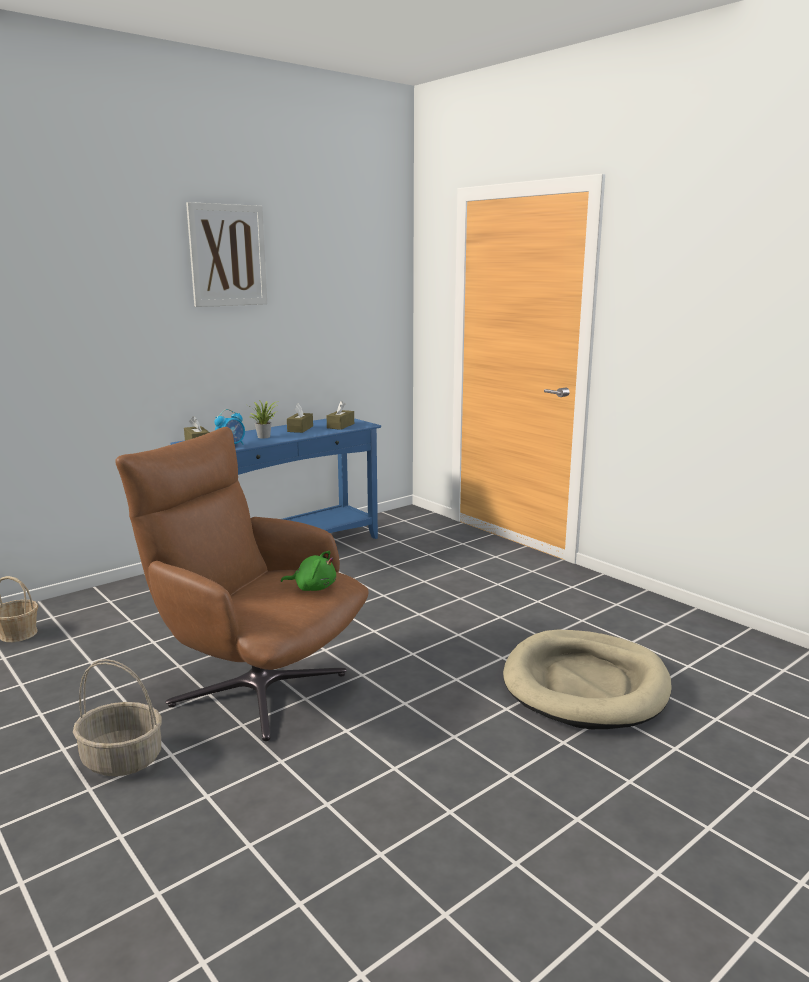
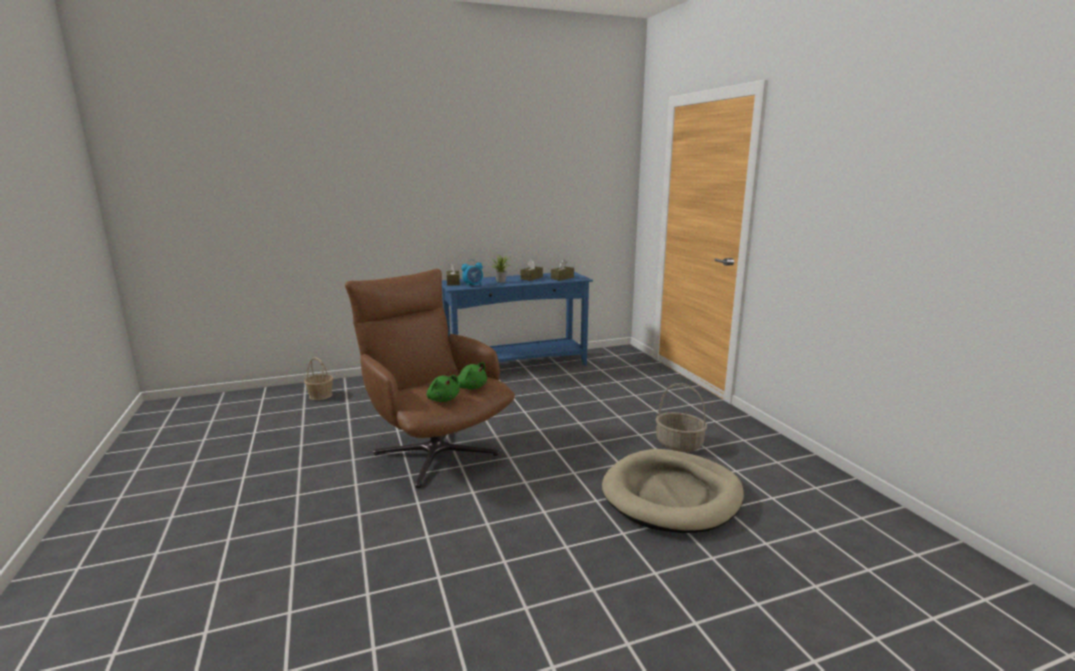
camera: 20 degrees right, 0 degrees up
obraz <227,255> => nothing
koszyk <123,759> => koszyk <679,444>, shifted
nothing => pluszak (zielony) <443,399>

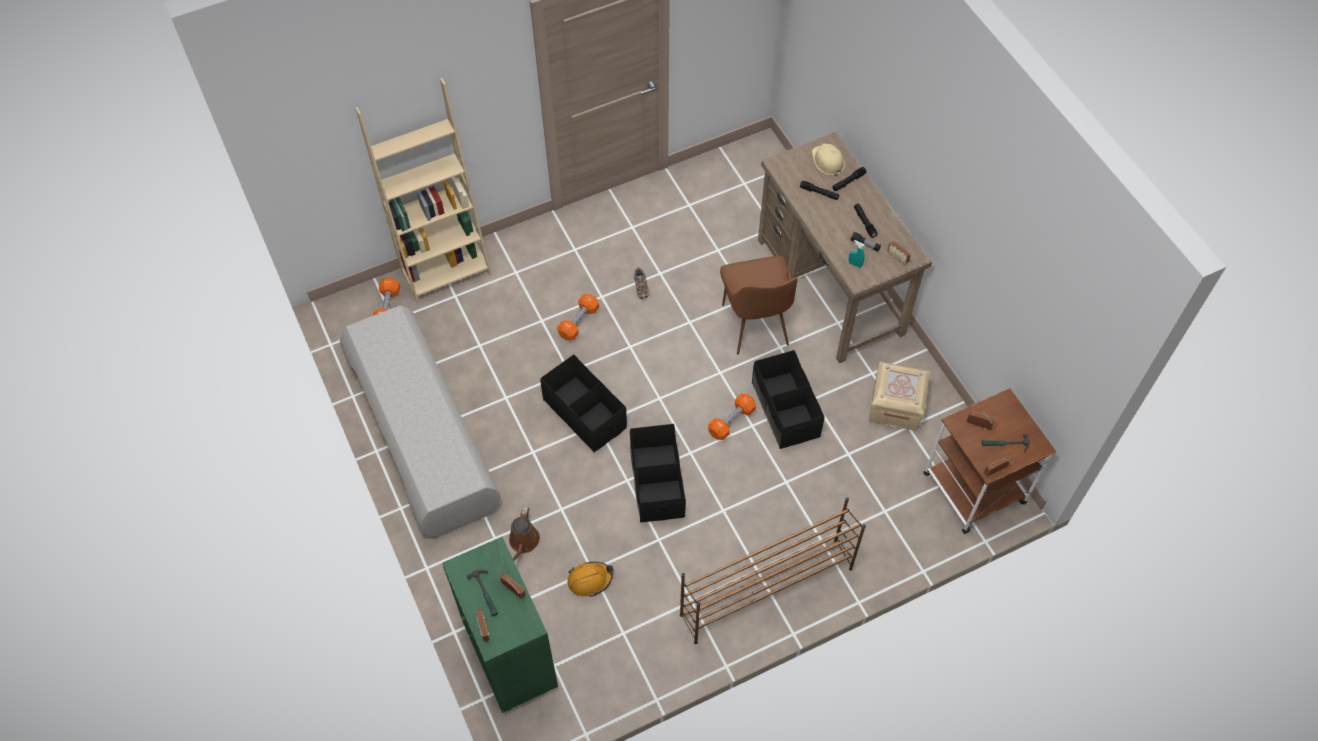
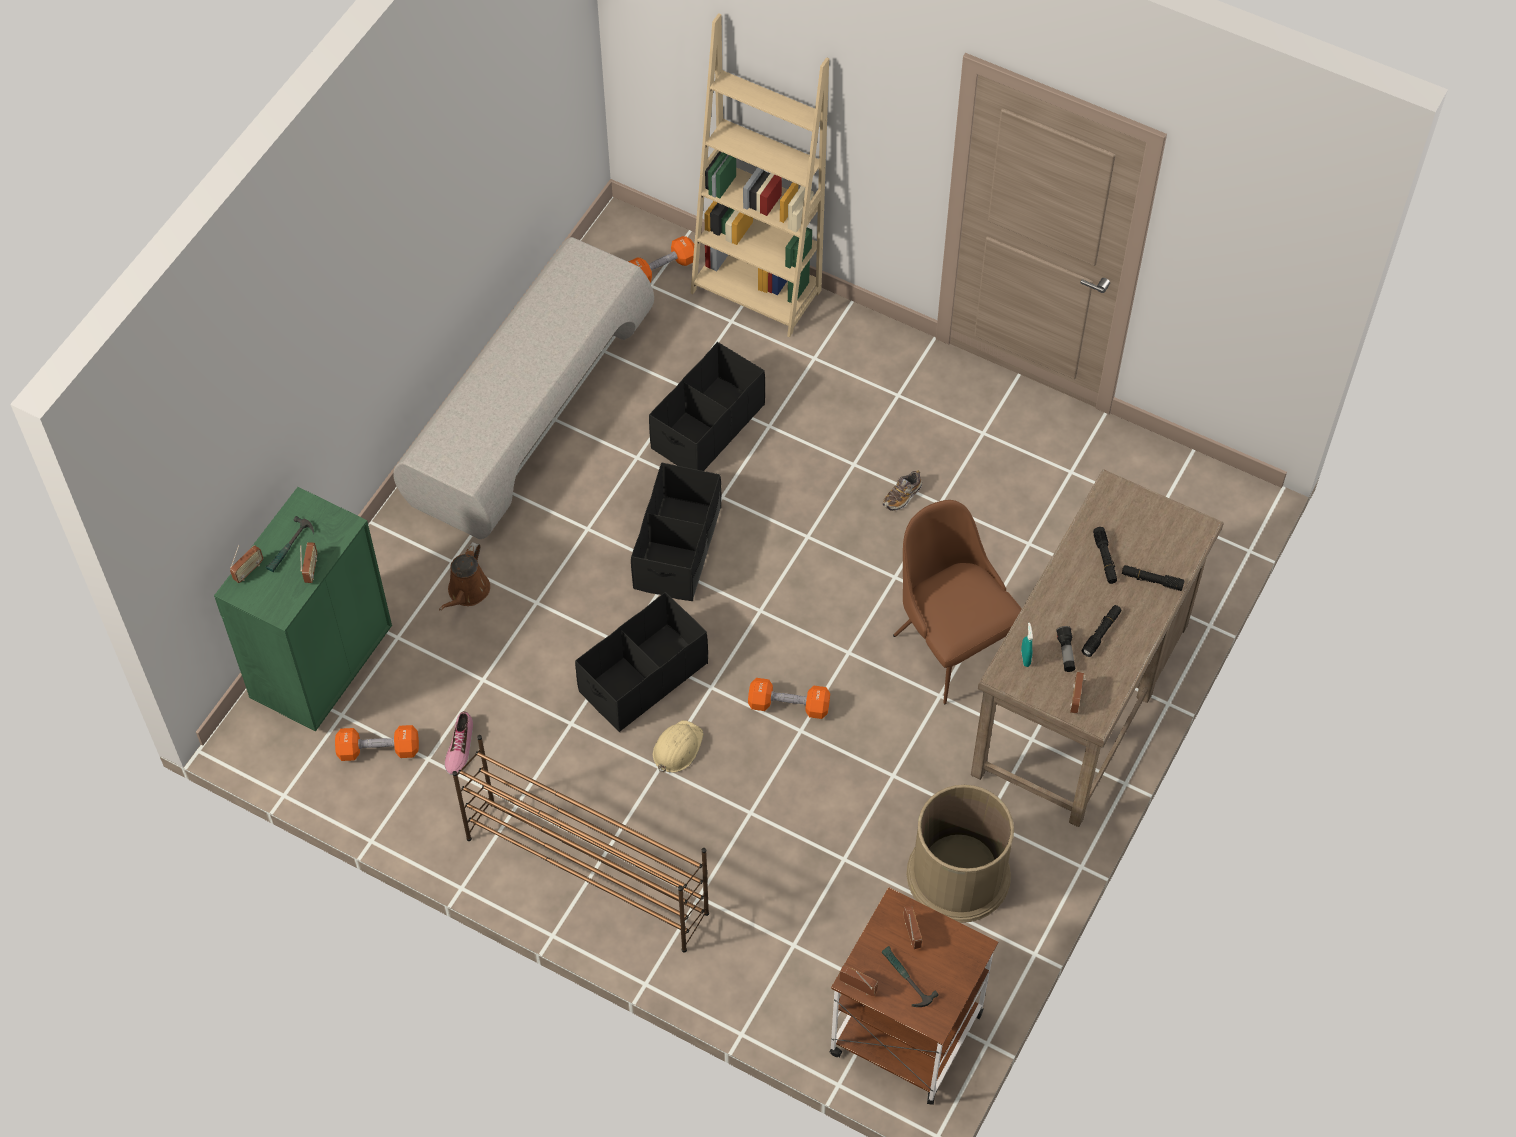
camera: 55 degrees right, 0 degrees up
kask (beżowy) <827,161> => kask (beżowy) <677,748>, shifted
krzesło (brązowy) <756,325> => krzesło (brązowy) <950,650>, 105 degrees clockwise
hantel (pomarańczowy) <578,322> => hantel (pomarańczowy) <378,750>, shifted
pojemnik do przechowywania (czarny) <785,410> => pojemnik do przechowywania (czarny) <707,426>, shifted
pojemnik do przechowywania (beżowy) <895,406> => kosz na śmieci (brązowy) <958,874>
konewka (brązowy) <523,542> => konewka (brązowy) <467,592>, 45 degrees counterclockwise
kask (pomarańczowy) <590,580> => nothing
nothing => but <459,747>

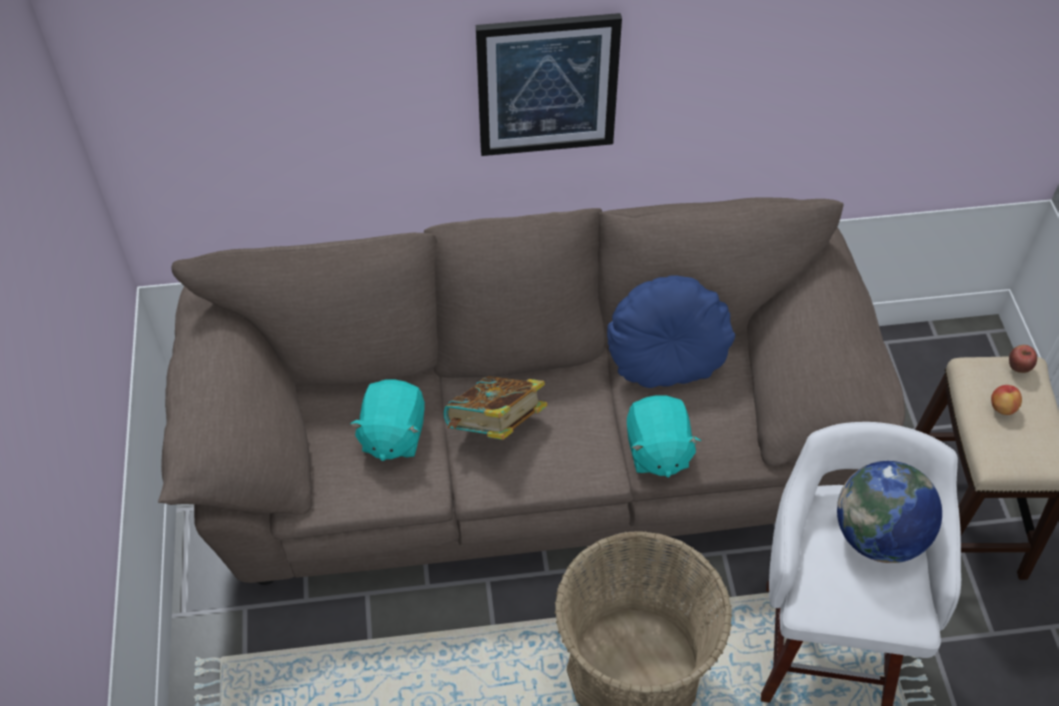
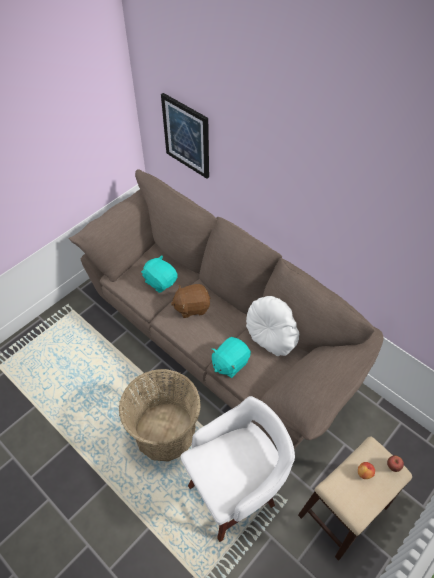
camera: 50 degrees right, 0 degrees up
obraz <547,85> => obraz <186,136>, shifted
poduszka (niebieski) <666,367> => poduszka (biały) <270,340>
książka <495,427> => pluszak (brązowy) <192,307>
pluszak (turkusowy) <392,435> => pluszak (turkusowy) <160,281>, 75 degrees clockwise
globus <878,536> => nothing

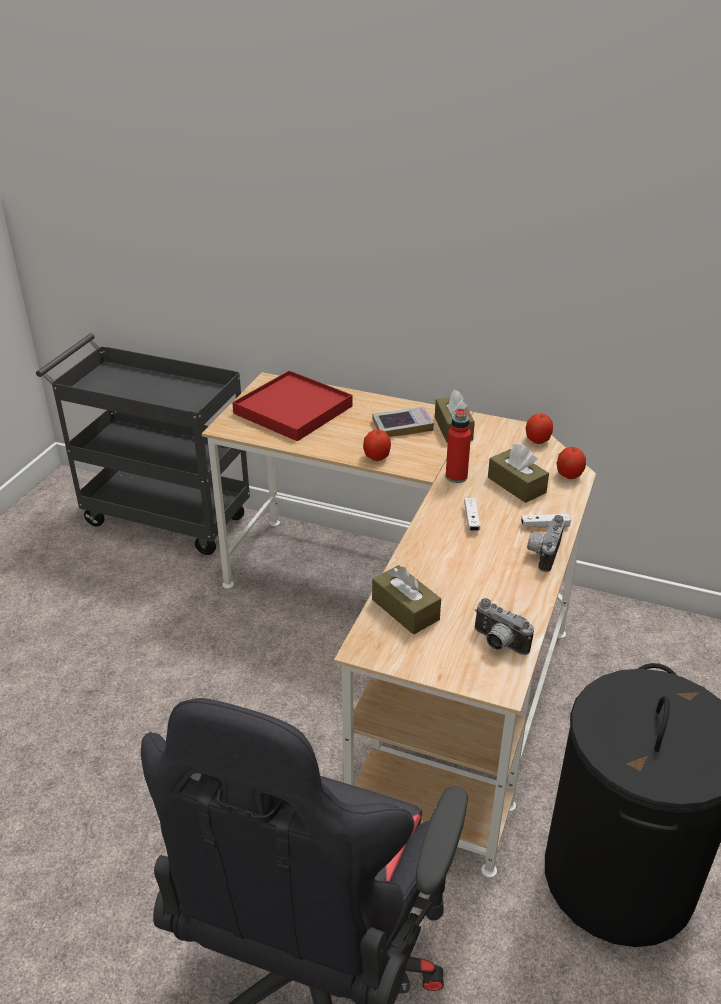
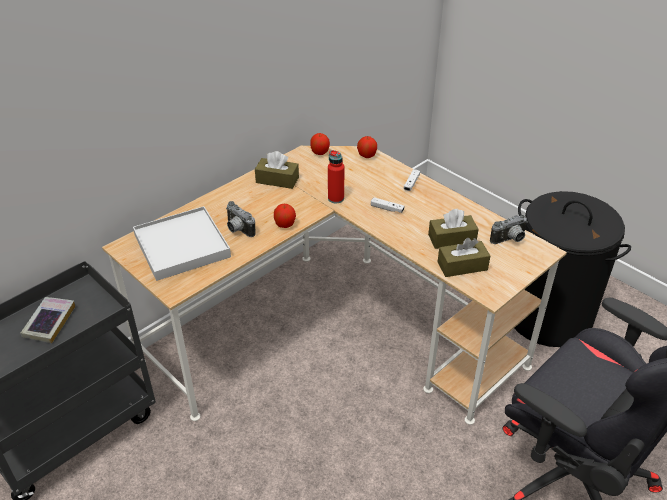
camera: 65 degrees left, 5 degrees up
taca (czerwony) <293,409> => taca (biały) <181,246>
książka <402,426> => książka <49,322>, shifted
pudełko chusteczek (brązowy) <516,485> => pudełko chusteczek (brązowy) <452,239>, shifted
aparat fotograficzny <542,553> => aparat fotograficzny <237,229>, shifted

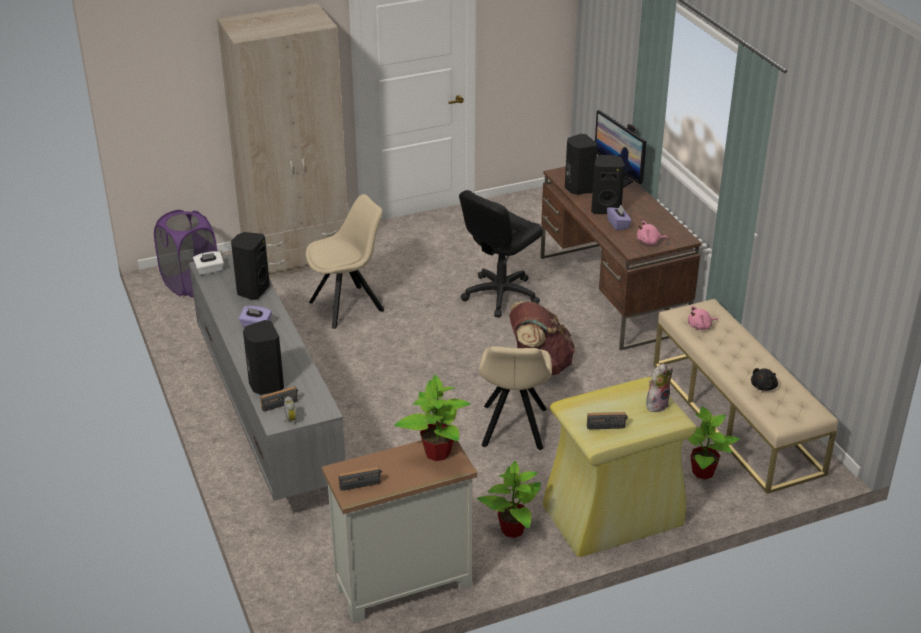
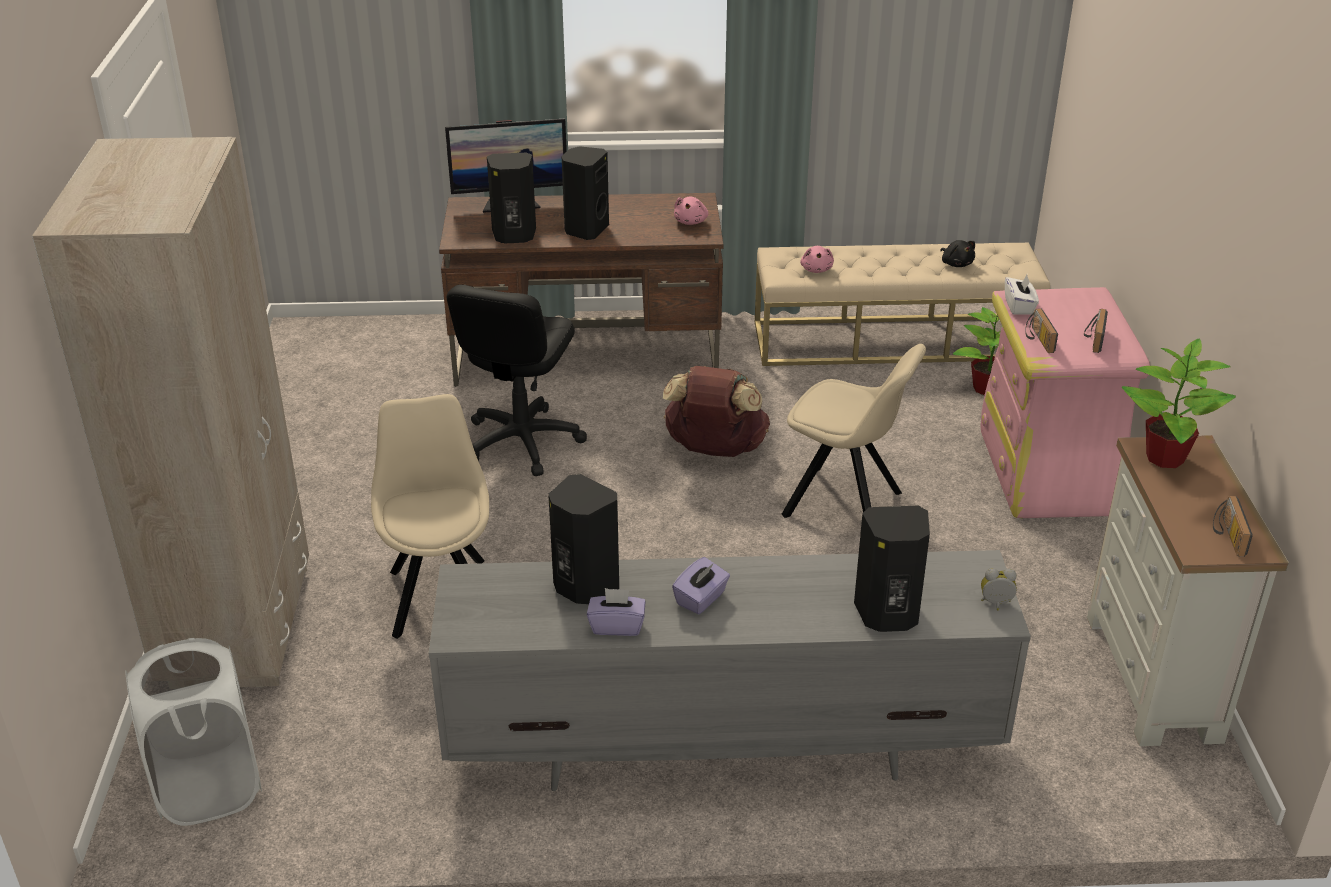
camera: 70 degrees left, 0 degrees up
krzesło biurowe (czarny) <500,295> => krzesło biurowe (czarny) <521,442>, 45 degrees clockwise
pudełko chusteczek (fioletowy) <618,224> => pudełko chusteczek (fioletowy) <617,626>, shifted
kosz na pranie (fioletowy) <190,284> => kosz na pranie (biały) <209,787>
pudełko chusteczek (biały) <209,270> => pudełko chusteczek (biały) <1019,306>, shifted
pluszak <656,404> => nothing
szafka nocna (żółty) <611,514> => szafka nocna (różowy) <1045,471>
radio <279,403> => radio <1037,339>, shifted
roślina doniczkowa <512,530> => nothing

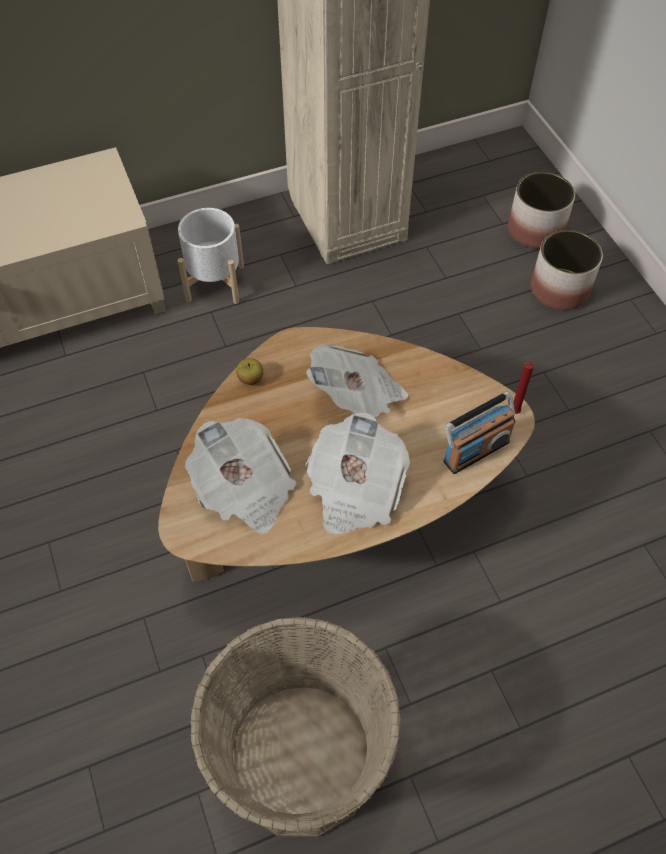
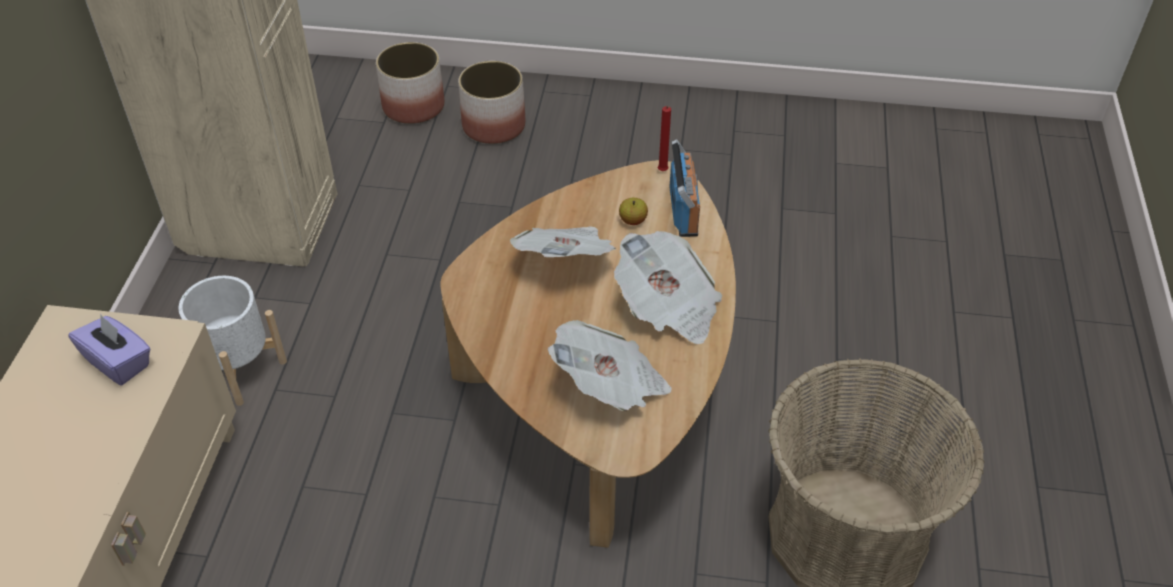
camera: 60 degrees left, 10 degrees down
jabłko <250,378> => jabłko <633,220>, shifted
nothing => pudełko chusteczek (fioletowy) <119,362>

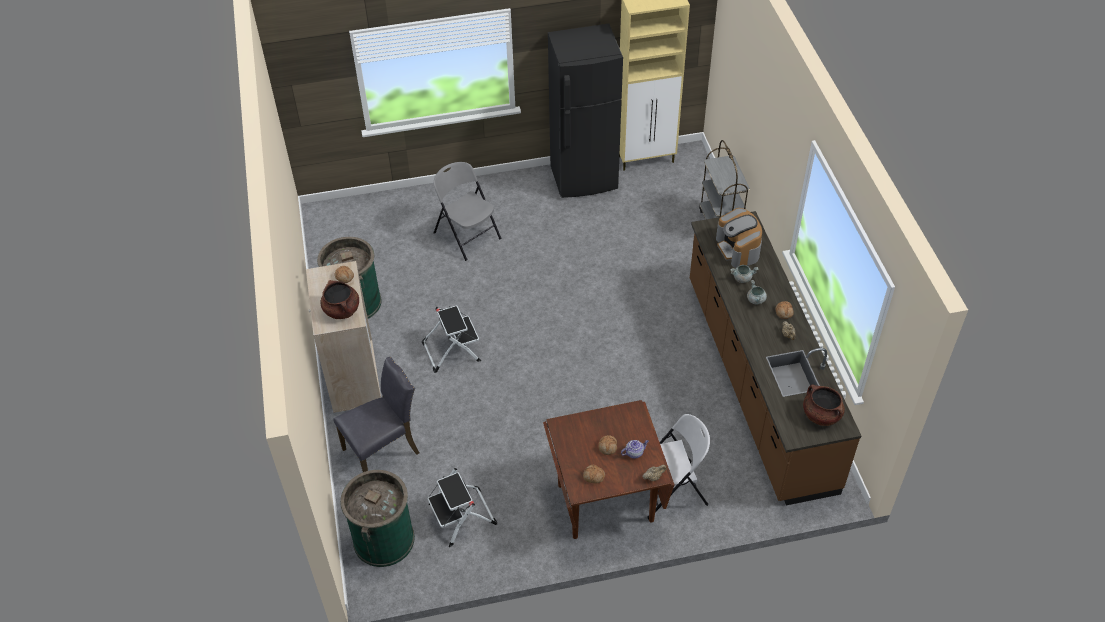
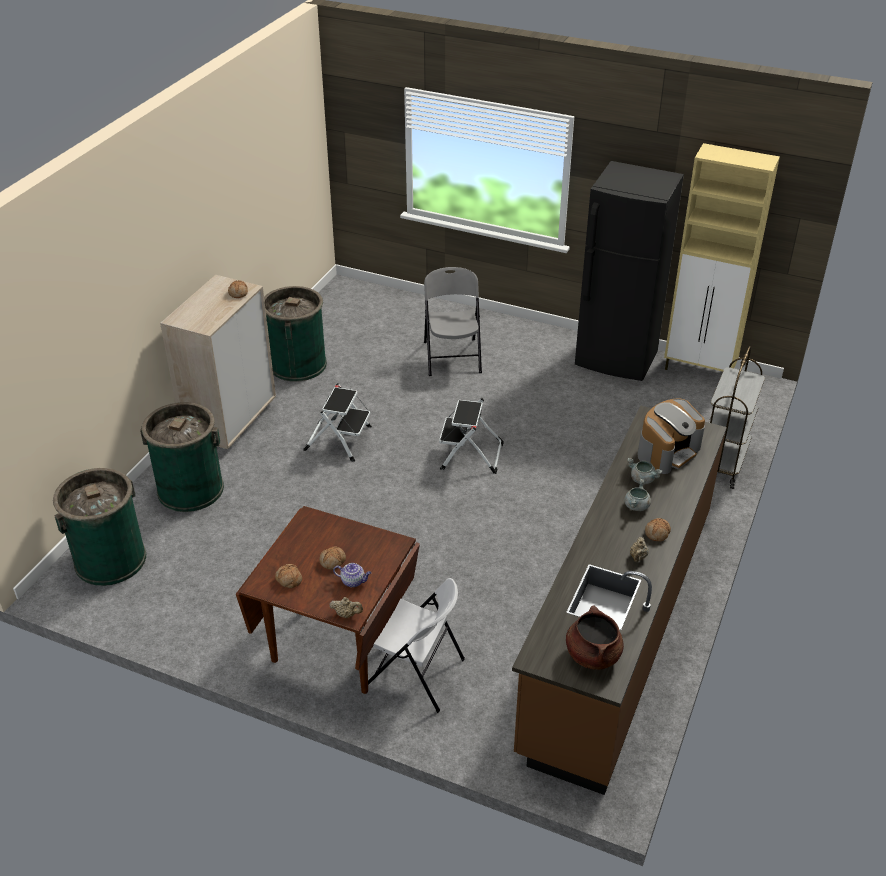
camera: 35 degrees right, 10 degrees down
ekspres do kawy <738,249> => ekspres do kawy <667,451>, 150 degrees counterclockwise
garnek (brązowy) <342,310> => nothing
krzesło (szary) <383,451> => kosz na śmieci (zielony) <190,489>
drabinka <462,515> => drabinka <470,453>, shifted

